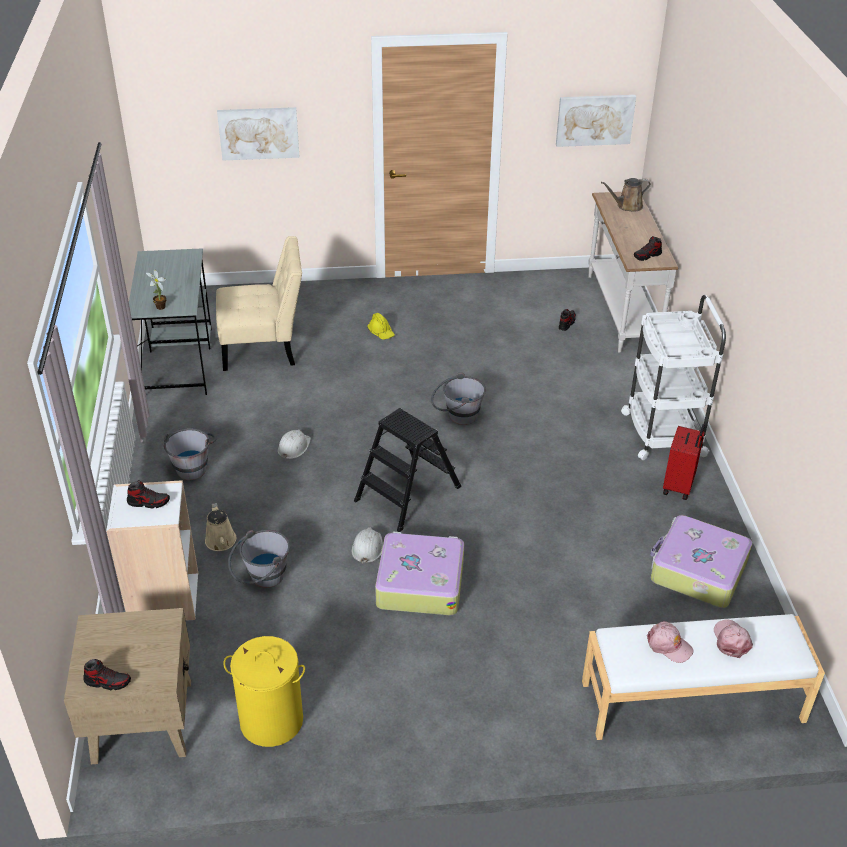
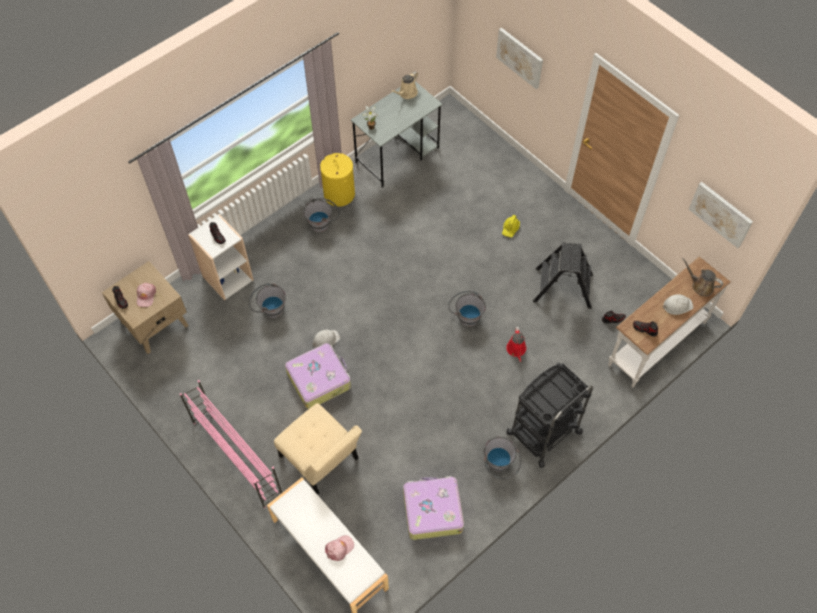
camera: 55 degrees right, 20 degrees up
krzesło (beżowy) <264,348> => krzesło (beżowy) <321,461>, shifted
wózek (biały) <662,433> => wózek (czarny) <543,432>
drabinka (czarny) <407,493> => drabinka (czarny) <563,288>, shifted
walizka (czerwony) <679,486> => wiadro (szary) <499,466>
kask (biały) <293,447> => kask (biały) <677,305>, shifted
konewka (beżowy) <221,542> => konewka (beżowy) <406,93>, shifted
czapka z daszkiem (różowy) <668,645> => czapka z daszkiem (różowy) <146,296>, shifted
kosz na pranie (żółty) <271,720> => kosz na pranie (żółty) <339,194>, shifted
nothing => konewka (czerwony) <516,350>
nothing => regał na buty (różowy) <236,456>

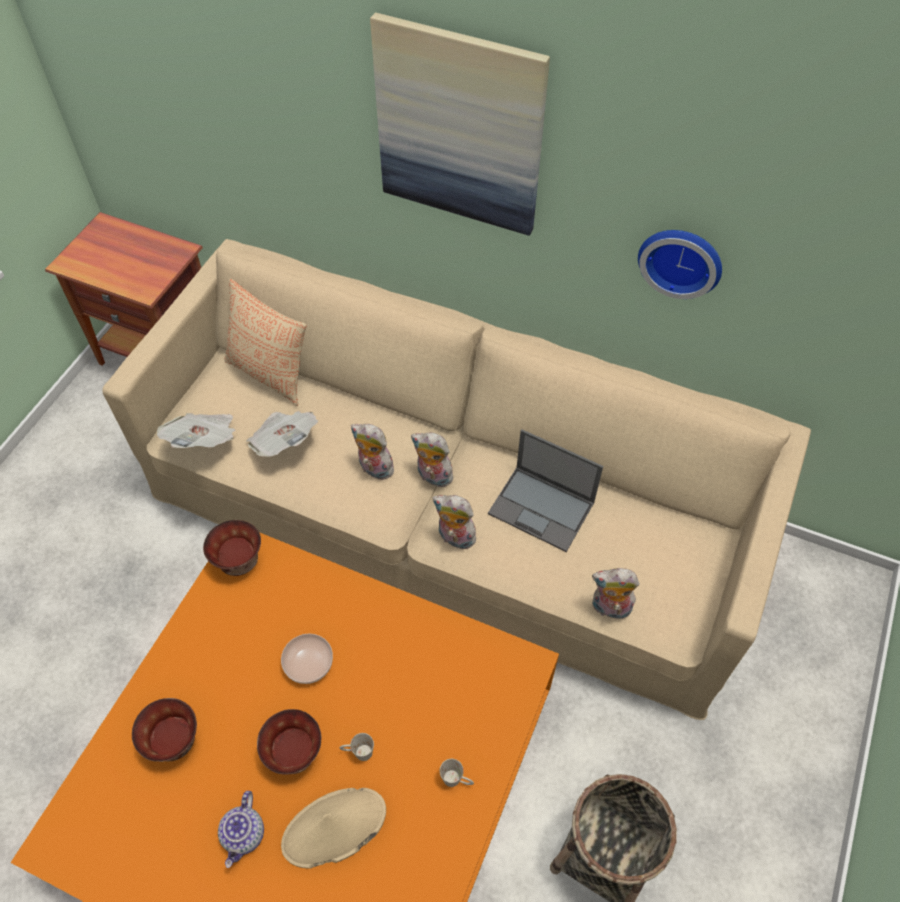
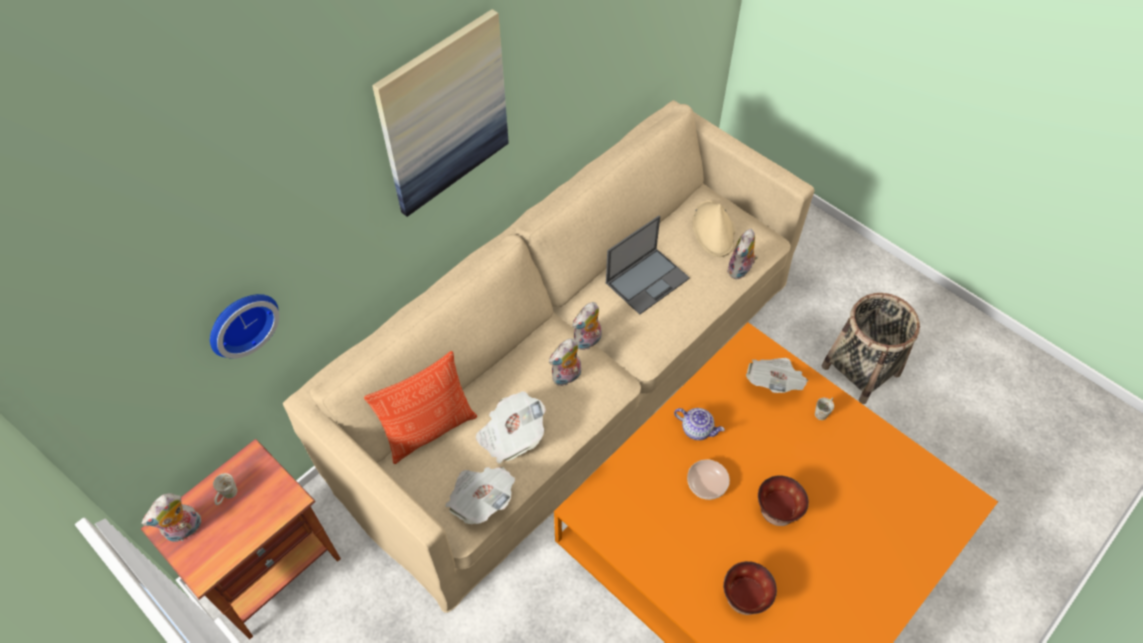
camera: 70 degrees left, 0 degrees up
zegar ścienny <681,259> => zegar ścienny <240,322>, shifted
poduszka (beżowy) <270,374> => poduszka (pomarańczowy) <429,430>
pluszak <454,538> => pluszak <184,531>, shifted
miska <238,562> => nothing
kubek (biały) <358,752> => kubek (biały) <227,496>, shifted
kapelusz (beżowy) <334,828> => kapelusz (beżowy) <713,230>, shifted
imbryk <244,835> => imbryk <697,429>, shifted
nothing => gazeta <773,382>

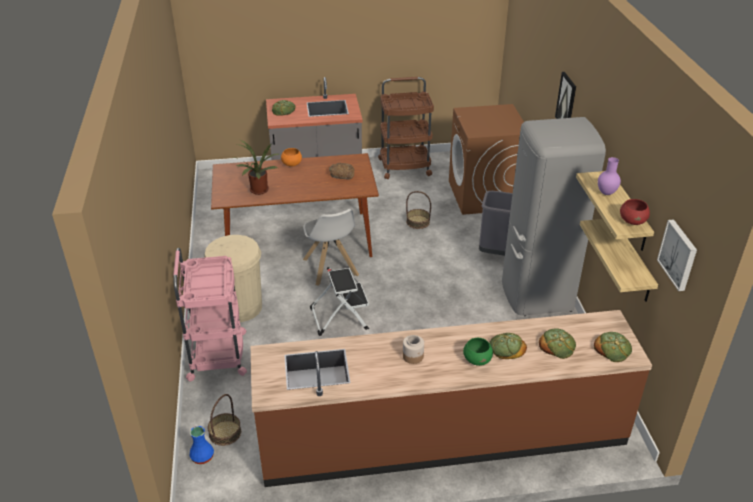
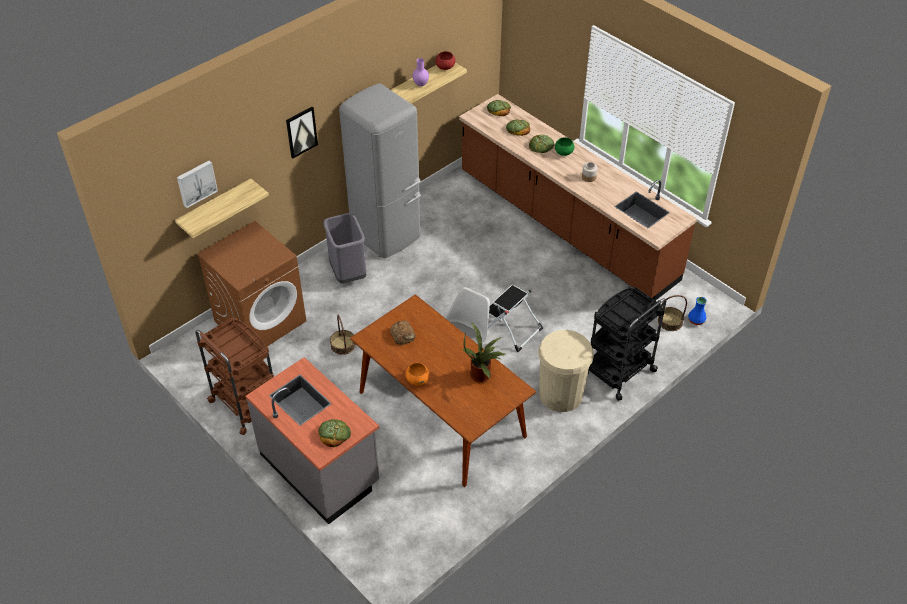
camera: 125 degrees left, 10 degrees up
półka <631,261> => półka <215,207>, shifted
obraz <679,254> => obraz <196,183>, shifted
wózek (różowy) <218,356> => wózek (czarny) <618,371>

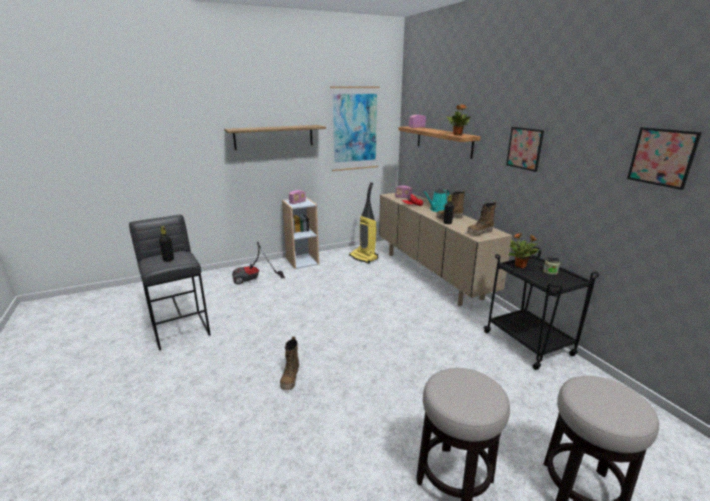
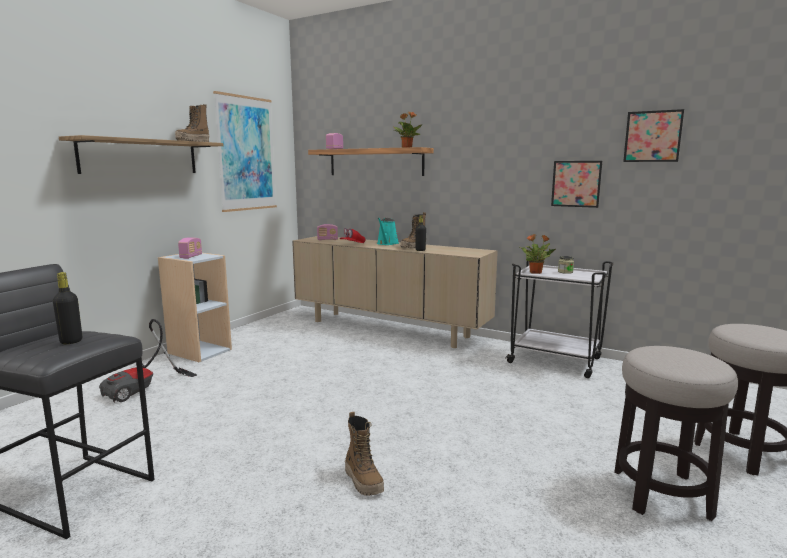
camera: 35 degrees left, 10 degrees down
obraz <524,148> => obraz <576,184>, shifted
odkurzacz <364,257> => nothing
but z cholewką <480,233> => but z cholewką <193,142>, shifted
wózek (czarny) <528,344> => wózek (biały) <555,361>

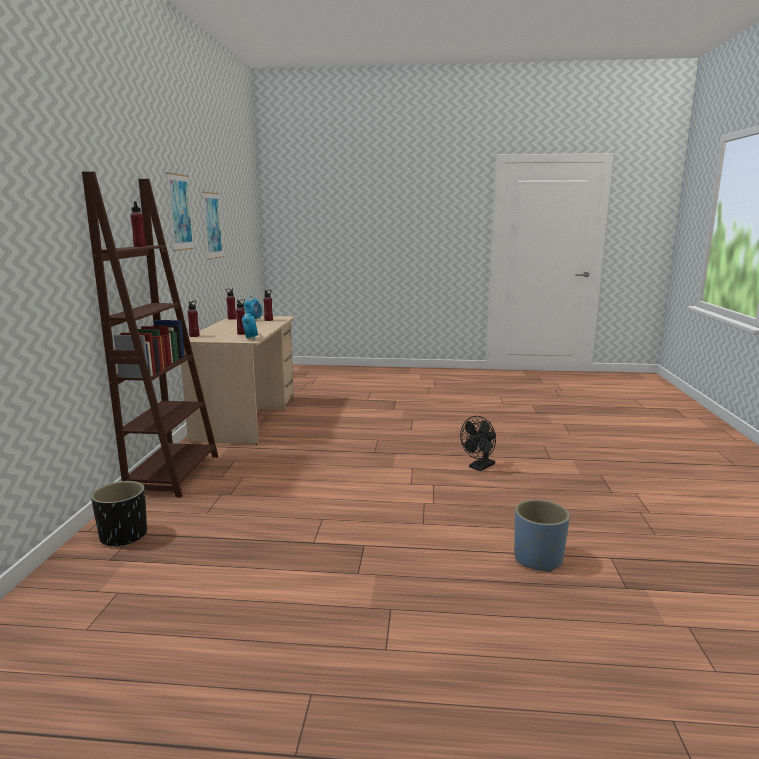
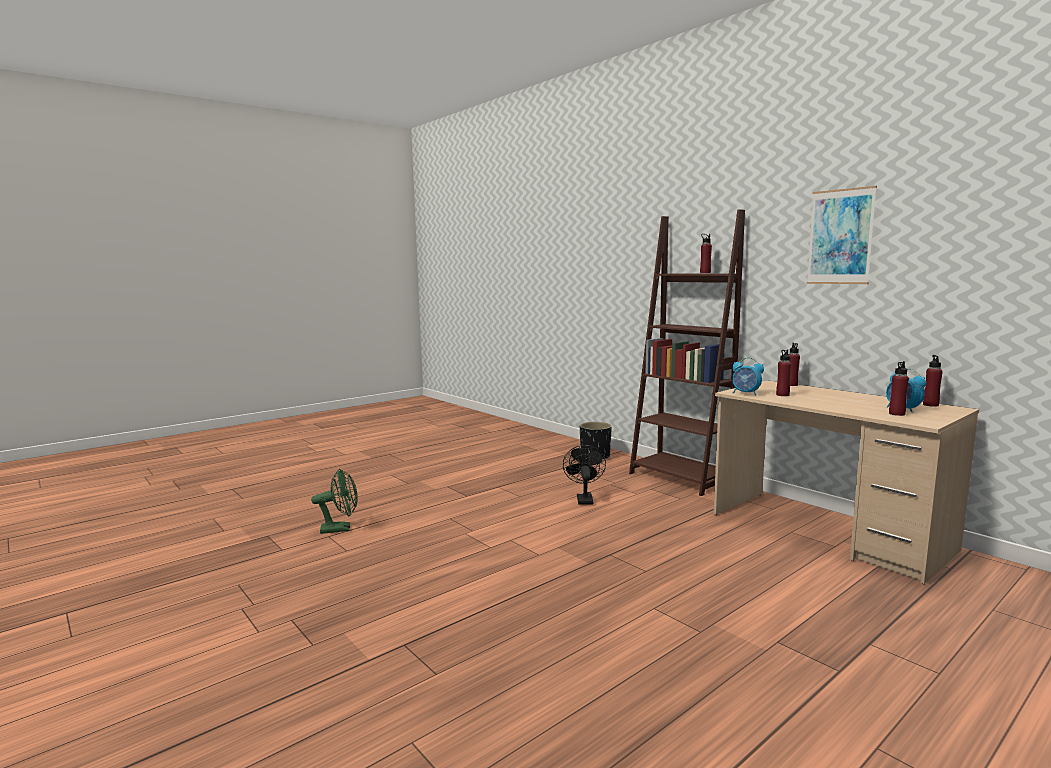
camera: 135 degrees right, 5 degrees down
obraz <212,225> => nothing
wentylator (czarny) <479,467> => wentylator (czarny) <584,498>, shifted
donica (niebieski) <538,559> => wentylator (zielony) <340,529>

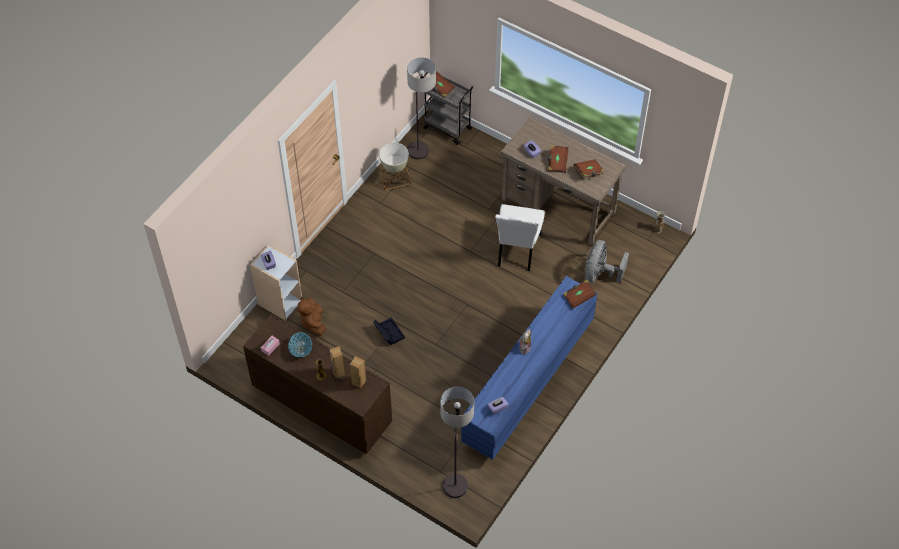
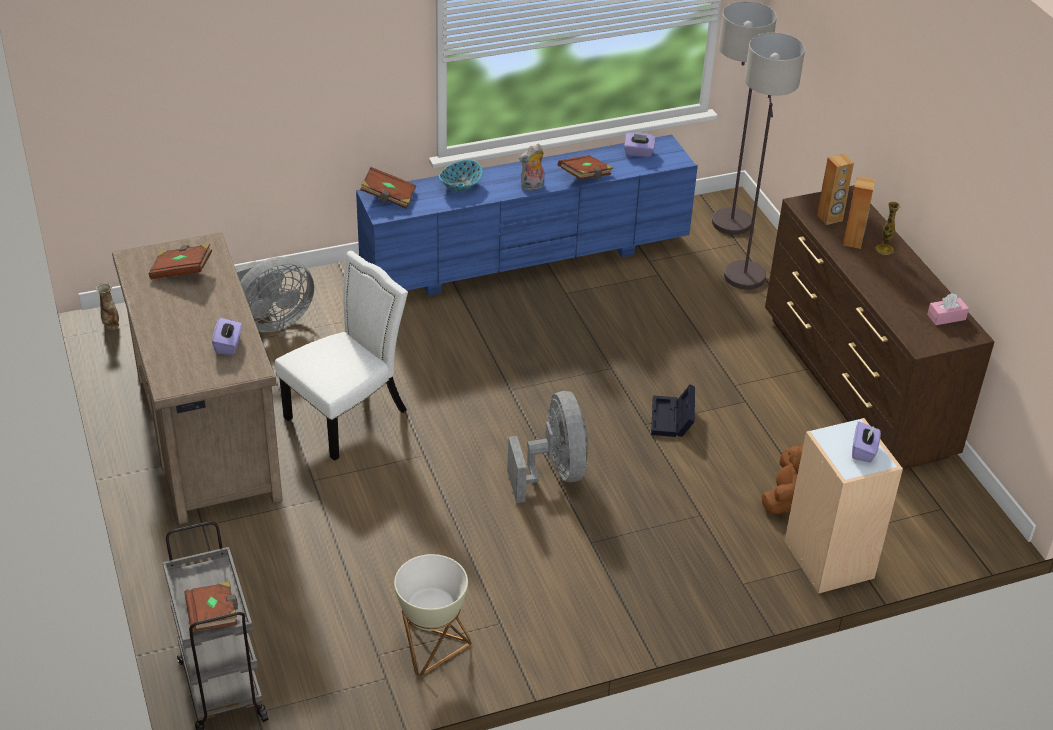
camera: 145 degrees left, 15 degrees down
lampa stojąca (szary) <421,155> => lampa stojąca (szary) <744,269>, shifted
książka (brązowy) <557,162> => książka (brązowy) <585,176>, shifted
miska <301,349> => miska <460,185>, shifted
nothing => wentylator (szary) <554,473>

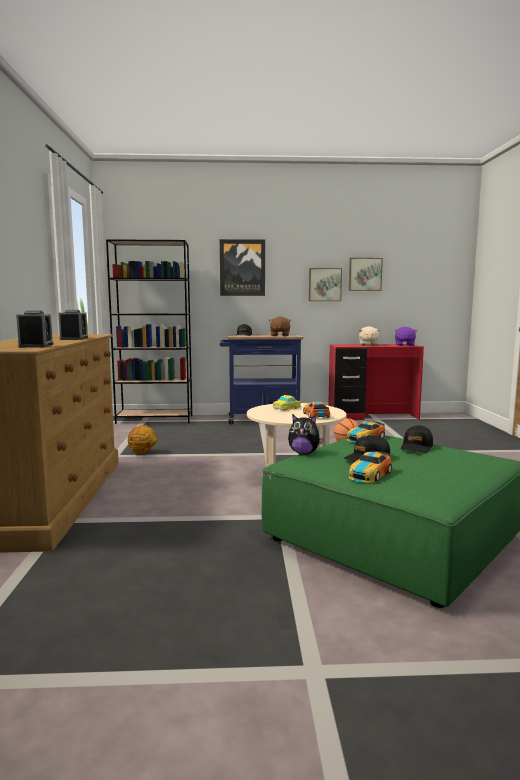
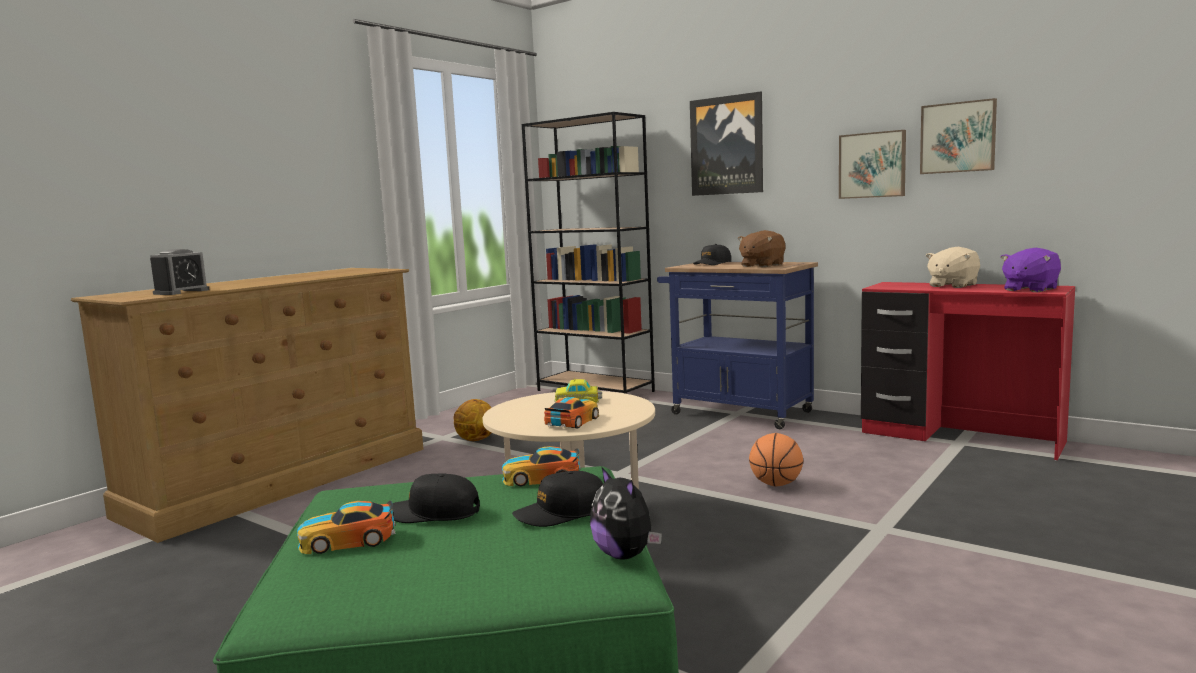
camera: 40 degrees right, 0 degrees up
budzik <74,338> => nothing
pluszak <304,453> => pluszak <625,555>, shifted

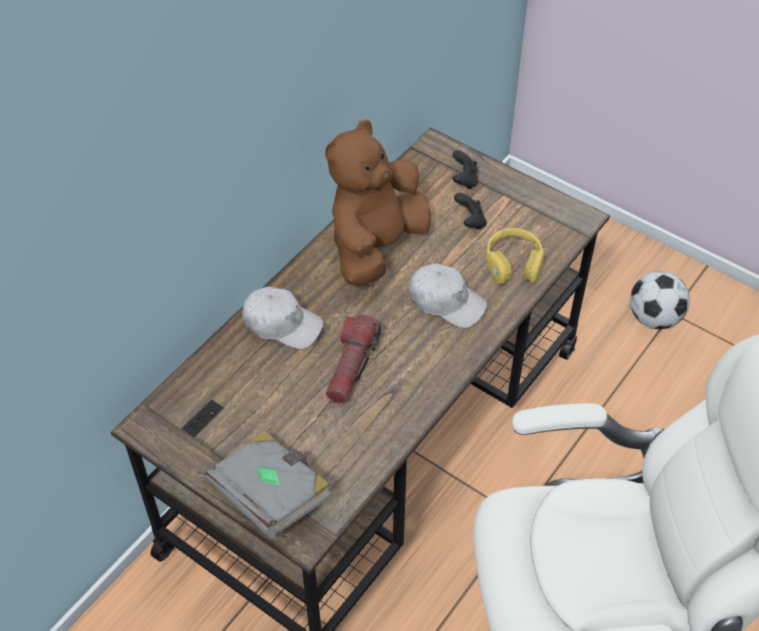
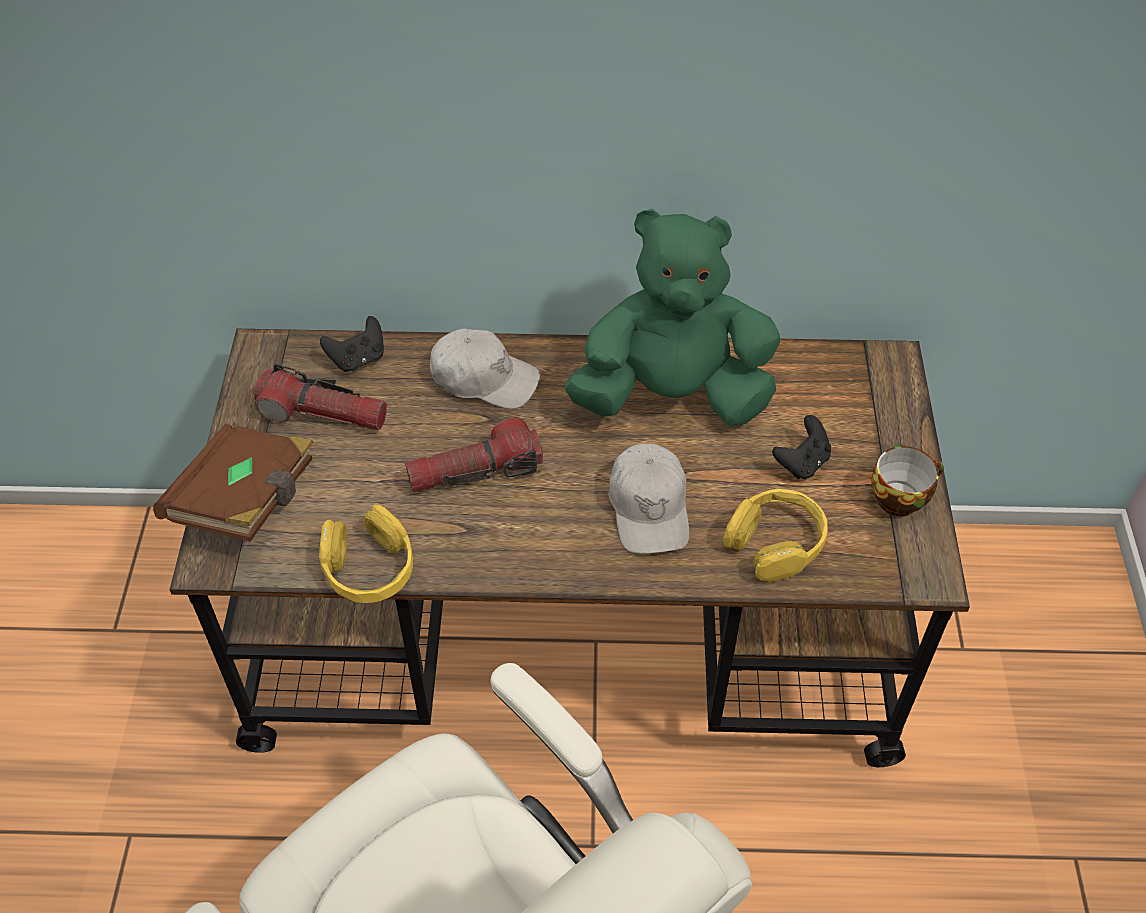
camera: 55 degrees right, 0 degrees up
pluszak (brązowy) <376,246> => pluszak (zielony) <672,396>
pad do gier (czarny) <464,180> => pad do gier (czarny) <358,359>, shifted
piłka futbolowa <654,318> => nothing
czapka z daszkiem (biały) <282,324> => czapka z daszkiem (biały) <484,379>, 60 degrees counterclockwise
książka (szary) <271,494> => książka (brązowy) <247,500>
nothing => latarka <323,414>
nothing => filiżanka <900,497>
nothing => słuchawki (żółty) <369,568>

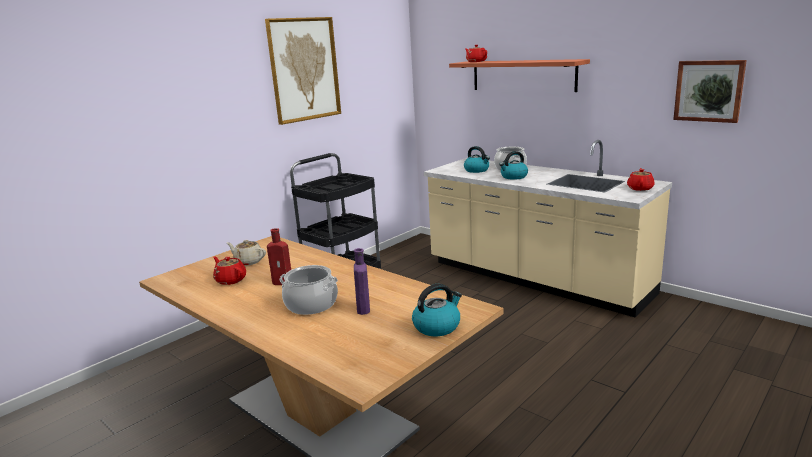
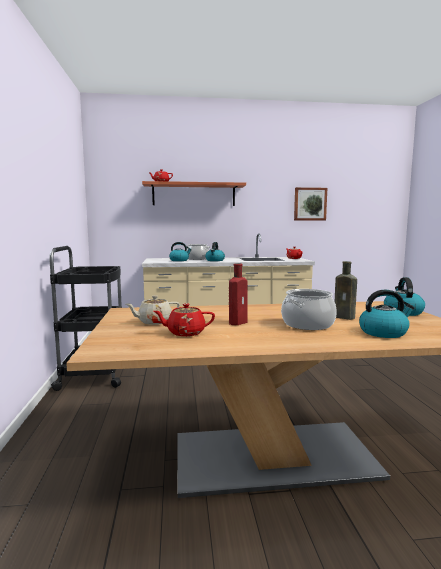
camera: 50 degrees left, 10 degrees down
obraz <304,69> => nothing
butelka (fioletowy) <363,310> => butelka (brązowy) <345,317>
nothing => czajnik <383,332>

